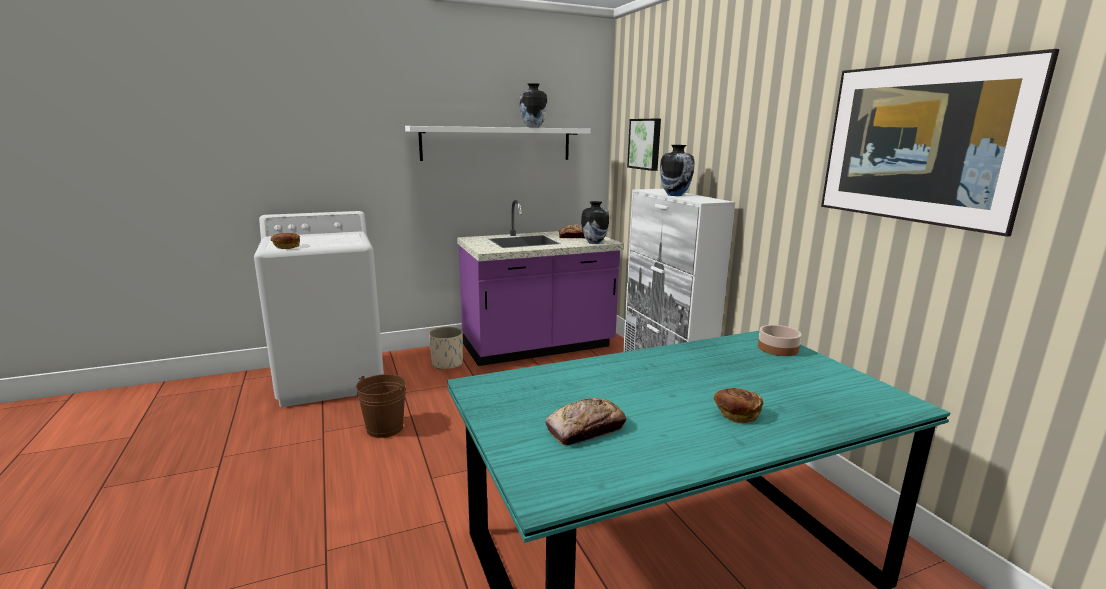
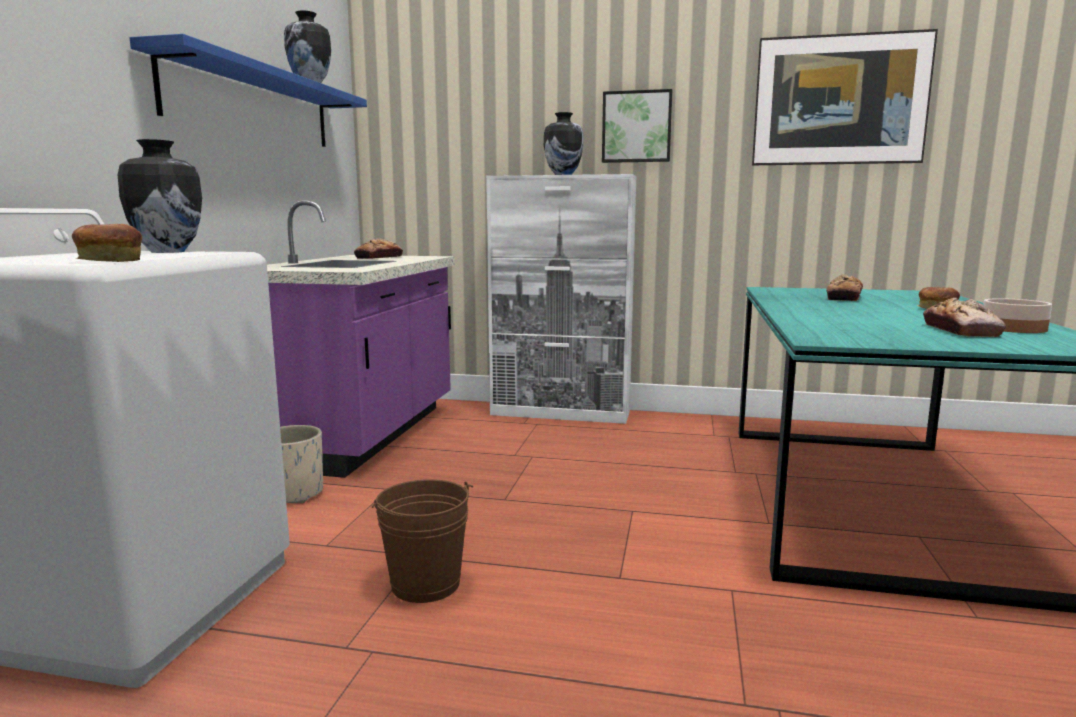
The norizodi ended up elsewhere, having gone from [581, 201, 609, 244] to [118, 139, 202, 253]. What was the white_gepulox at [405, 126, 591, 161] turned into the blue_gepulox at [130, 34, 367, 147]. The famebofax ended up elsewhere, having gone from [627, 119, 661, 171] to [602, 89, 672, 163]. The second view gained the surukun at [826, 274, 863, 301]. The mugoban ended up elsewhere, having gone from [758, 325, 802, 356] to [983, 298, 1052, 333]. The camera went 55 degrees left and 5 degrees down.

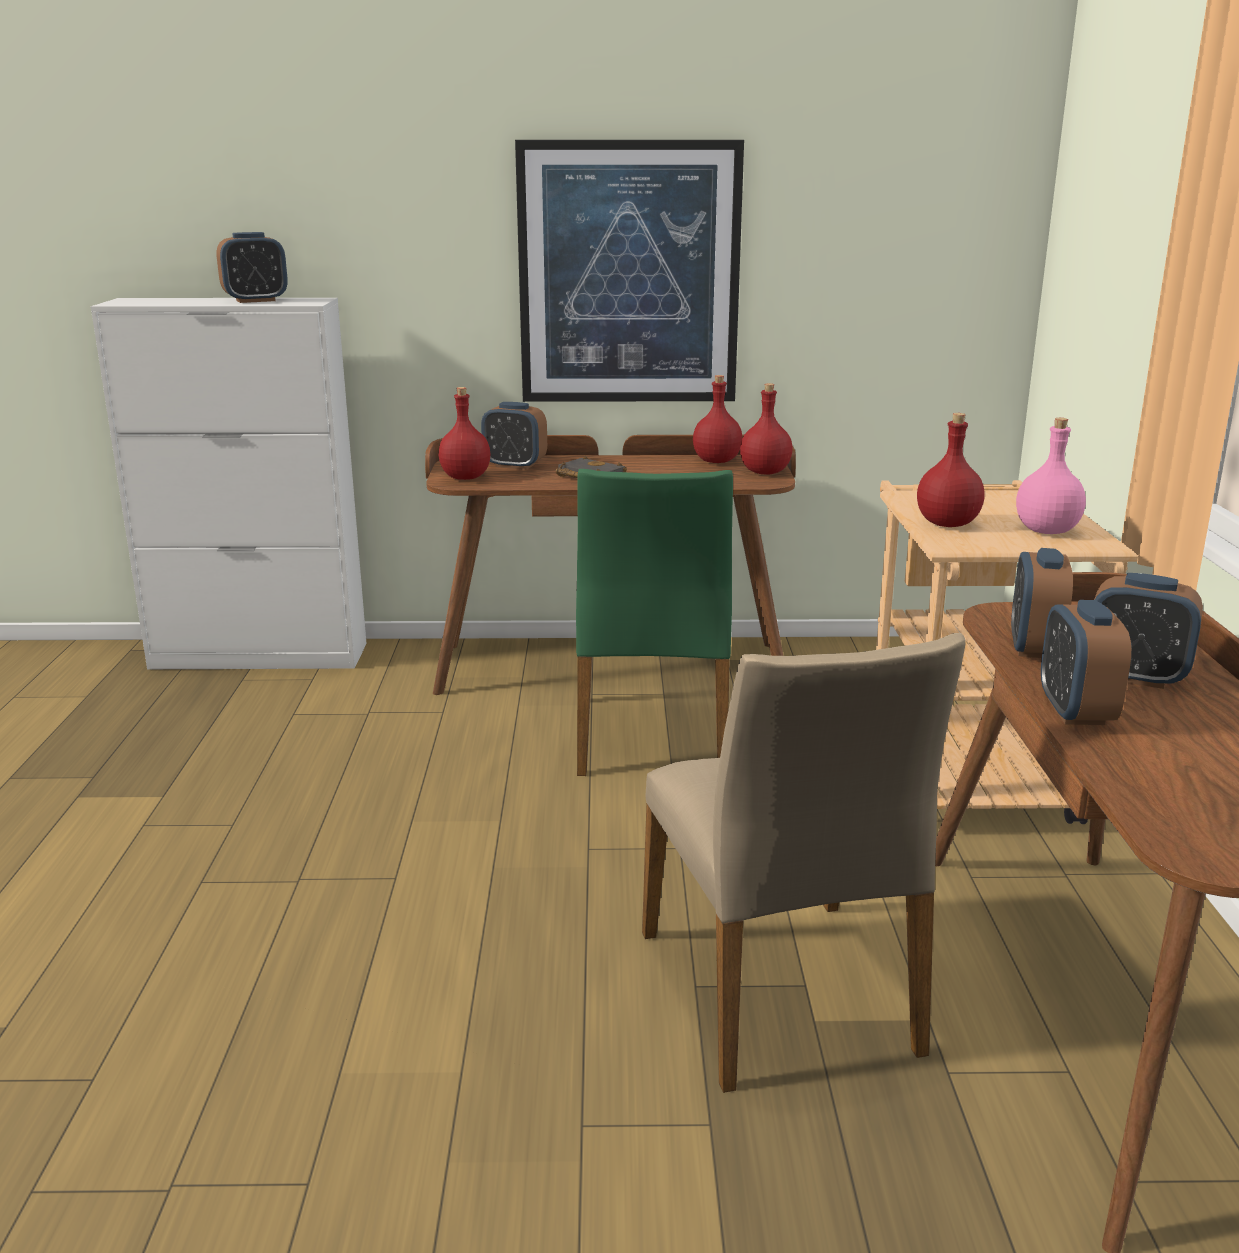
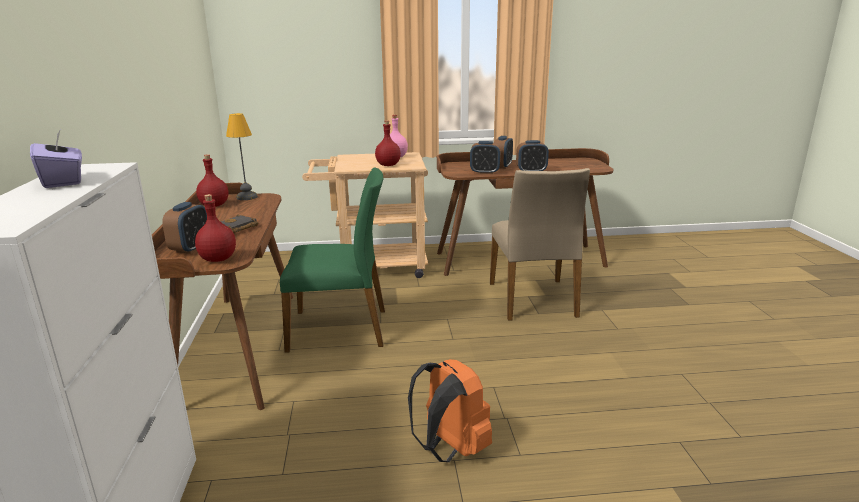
Where the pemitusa stood at [216, 232, 288, 303], the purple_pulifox came to stand at [30, 130, 82, 188]. Where the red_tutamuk stood at [740, 383, 793, 474], the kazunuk came to stand at [226, 113, 258, 200]. The second view gained the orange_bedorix at [408, 359, 492, 462]. The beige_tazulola at [642, 633, 966, 1093] ended up facing another way, 105 degrees clockwise from before. The second view lost the famebofax at [515, 140, 744, 402]. The camera went 95 degrees left and 0 degrees up.

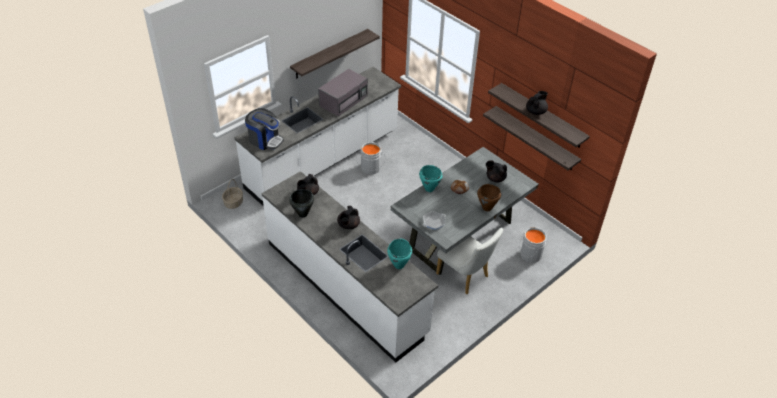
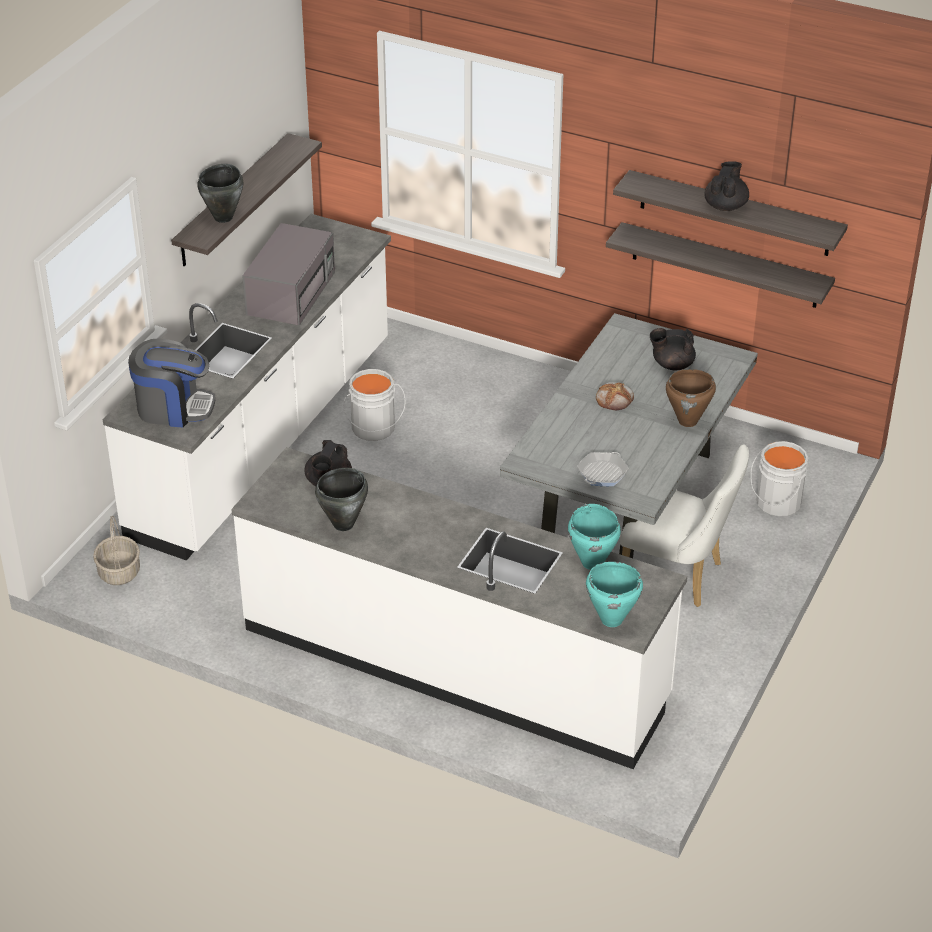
The second view gained the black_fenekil at [197, 164, 243, 223]. The turquoise_fenekil ended up elsewhere, having gone from [419, 165, 443, 192] to [586, 562, 643, 627]. The second view lost the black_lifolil at [337, 206, 360, 229]. The camera went 20 degrees left and 5 degrees down.

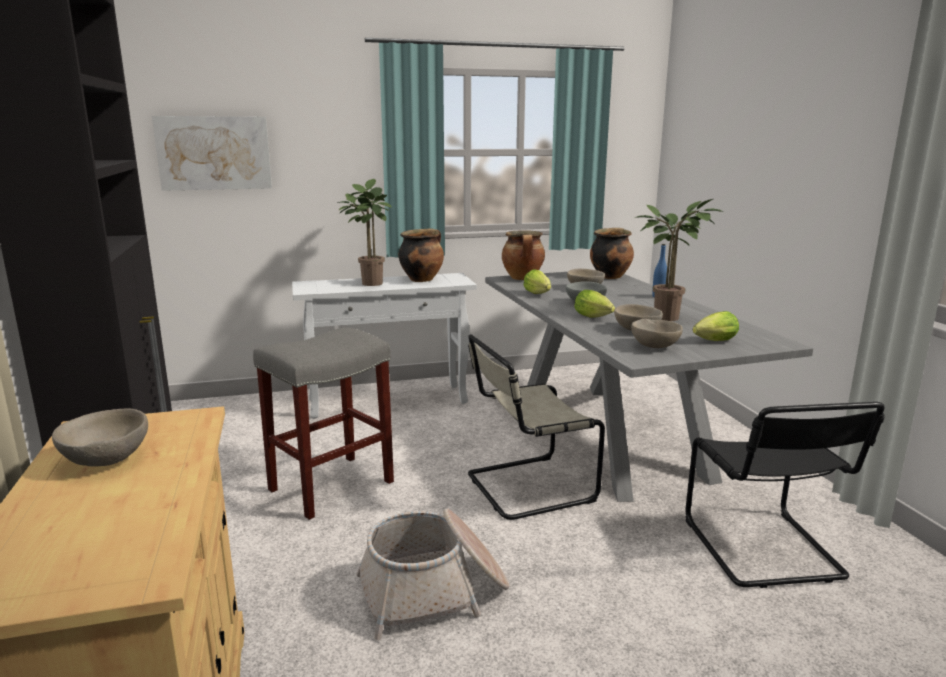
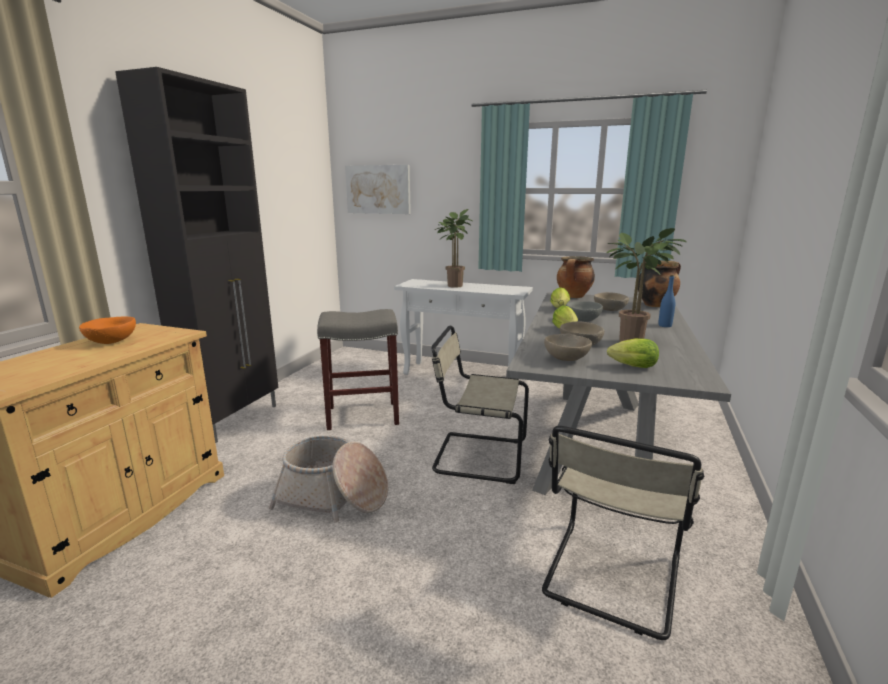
What was the beige_mugoban at [52, 409, 148, 466] turned into the orange_mugoban at [79, 317, 136, 344]. What was the black_tazulola at [685, 402, 885, 588] turned into the beige_tazulola at [542, 426, 704, 640]. The second view lost the fenekil at [399, 229, 444, 282]. The camera went 35 degrees right and 0 degrees up.

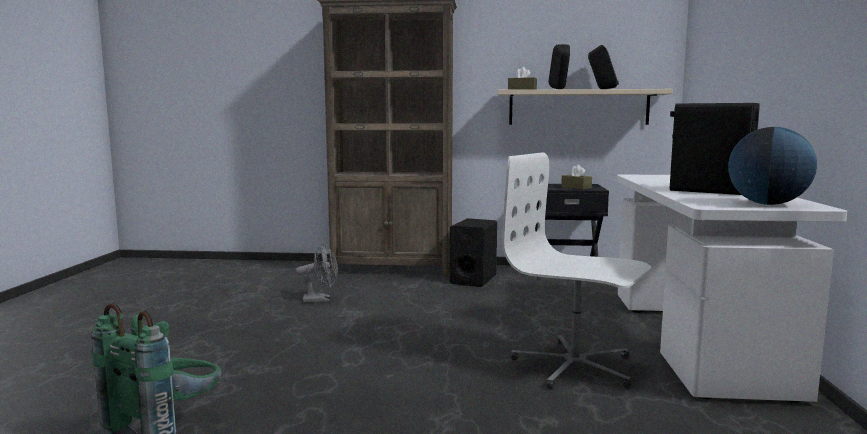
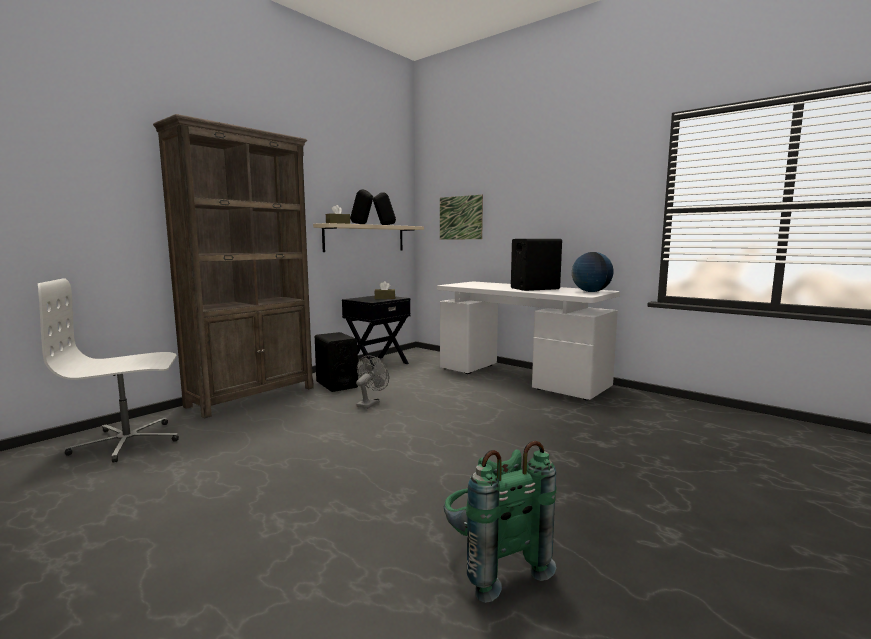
The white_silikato ended up elsewhere, having gone from [502, 152, 651, 389] to [37, 278, 179, 463]. The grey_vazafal ended up elsewhere, having gone from [296, 244, 338, 303] to [356, 355, 389, 409]. The second view gained the famebofax at [440, 195, 483, 239]. The camera went 55 degrees left and 0 degrees up.

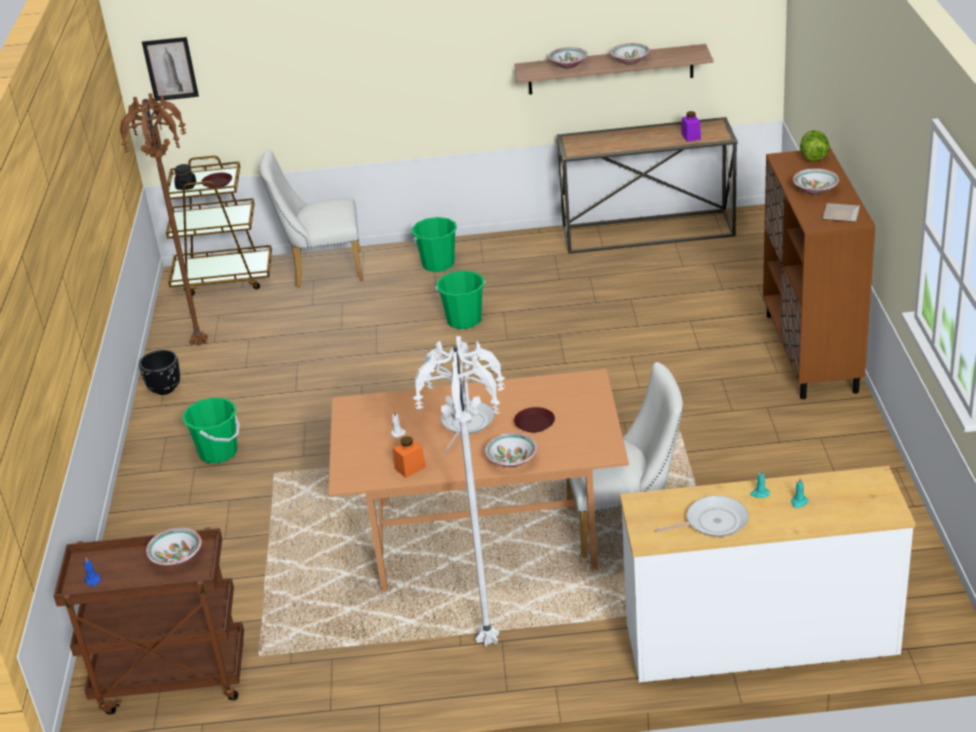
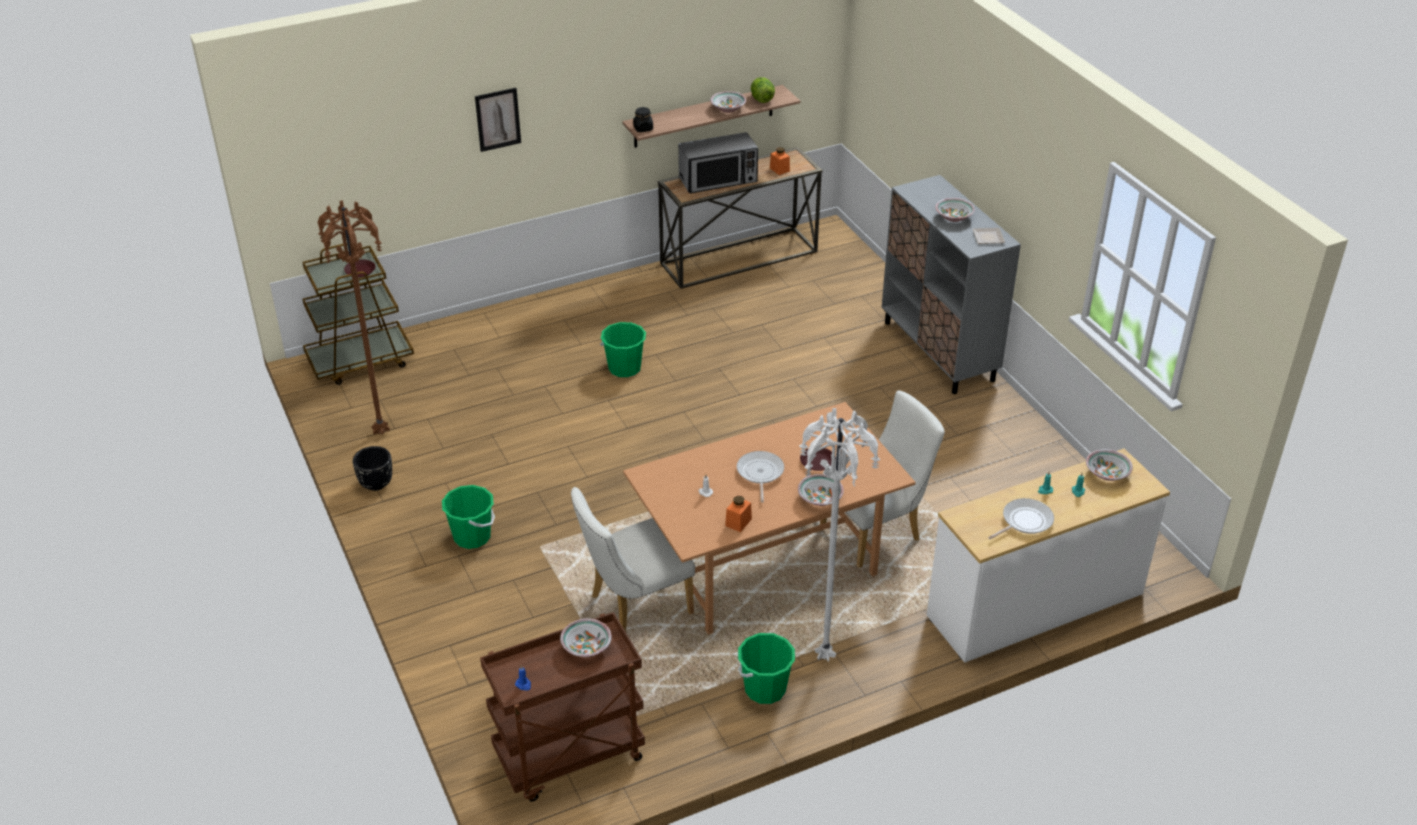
The famebofax ended up elsewhere, having gone from [142, 37, 199, 101] to [475, 88, 521, 152]. The white_tazulola ended up elsewhere, having gone from [260, 149, 363, 288] to [571, 487, 695, 632]. The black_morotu ended up elsewhere, having gone from [174, 164, 196, 190] to [633, 107, 653, 132]. The second view gained the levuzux at [678, 132, 758, 193]. The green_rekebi ended up elsewhere, having gone from [412, 217, 457, 272] to [738, 633, 795, 704]. The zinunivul ended up elsewhere, having gone from [800, 130, 829, 162] to [751, 77, 775, 103]. What was the purple_morotu at [681, 111, 701, 142] turned into the orange_morotu at [770, 147, 790, 175]. What was the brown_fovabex at [763, 147, 876, 399] turned into the grey_fovabex at [882, 175, 1021, 394]. The mugoban ended up elsewhere, having gone from [548, 47, 588, 69] to [1086, 449, 1133, 481]. The camera went 25 degrees left and 5 degrees up.

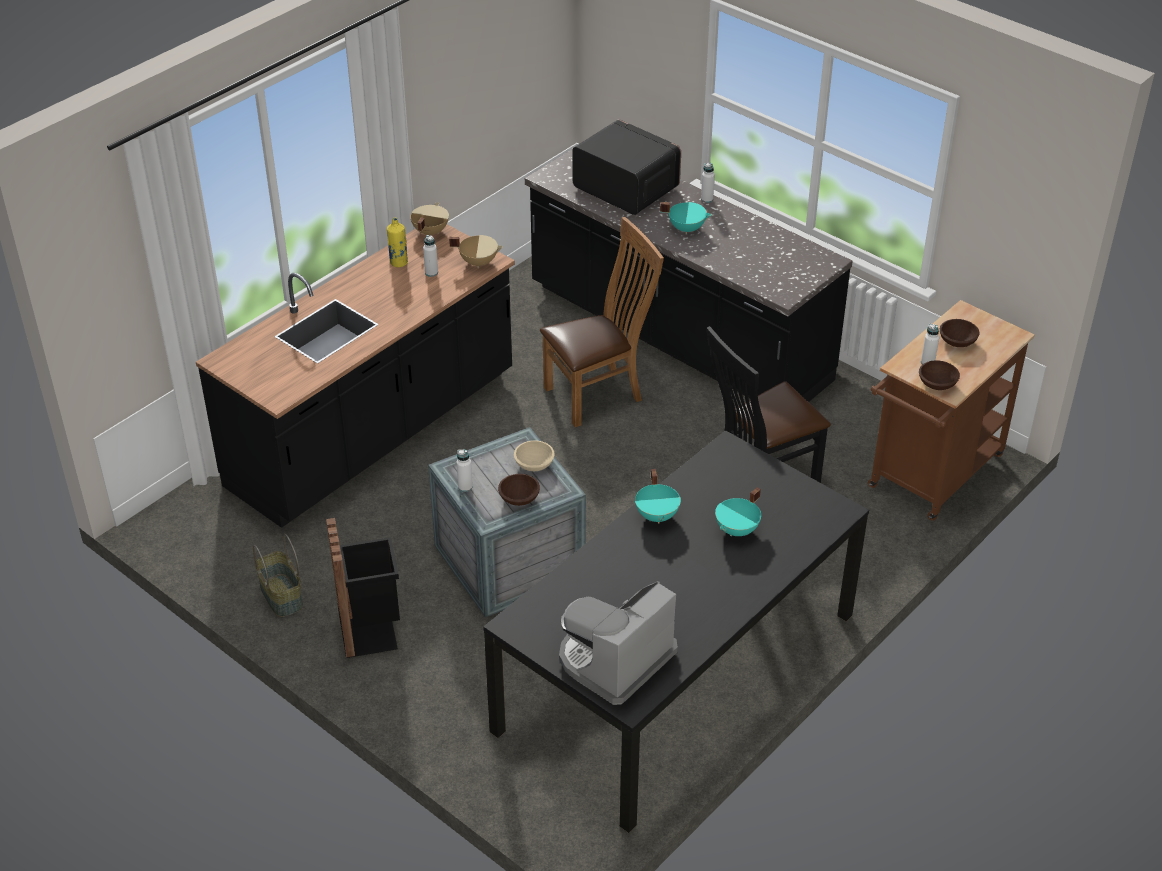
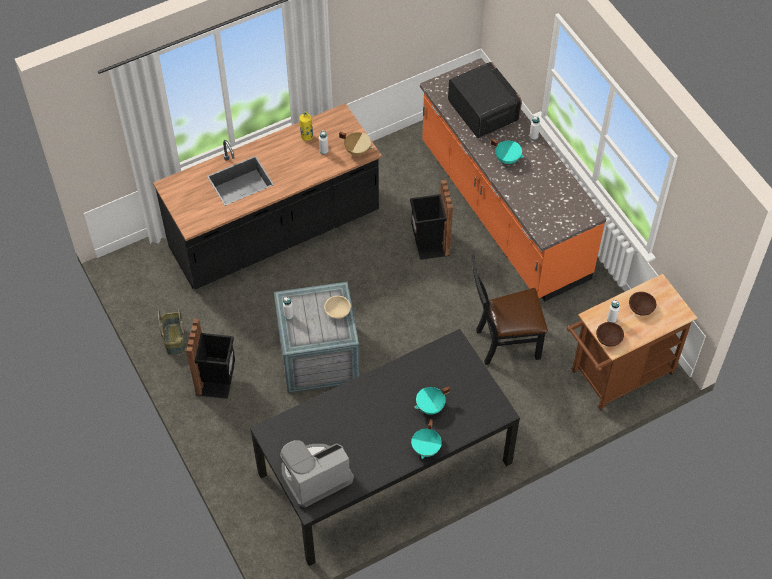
Where the brown_tazulola stood at [540, 217, 664, 427], the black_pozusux came to stand at [410, 179, 453, 260]. The turquoise_fenekil ended up elsewhere, having gone from [635, 469, 681, 523] to [411, 419, 442, 459]. What was the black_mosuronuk at [525, 149, 853, 402] turned into the orange_mosuronuk at [420, 58, 606, 301]. The second view lost the beige_fenekil at [410, 202, 449, 235]. The second view lost the brown_mugoban at [498, 474, 540, 506]. The camera went 20 degrees right and 15 degrees up.

